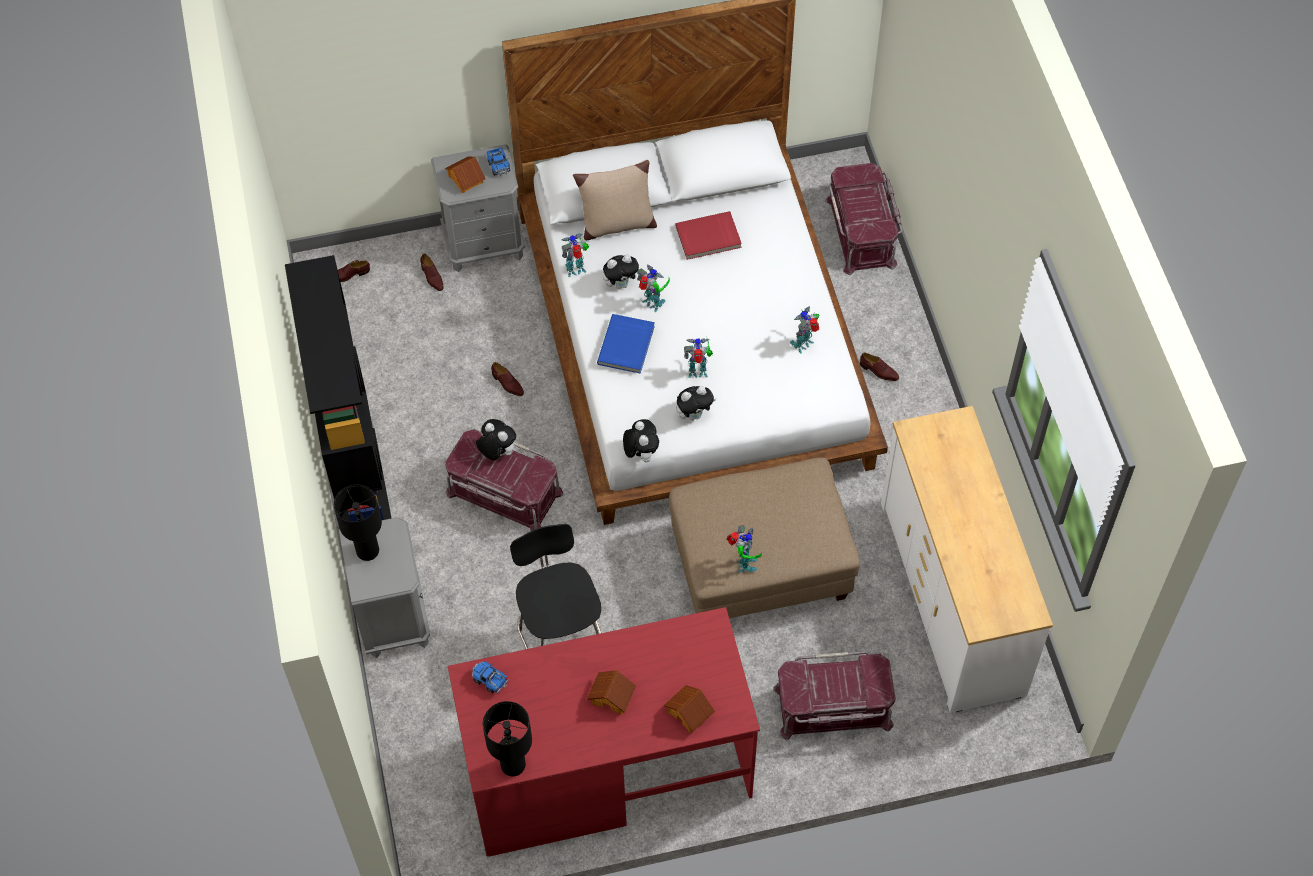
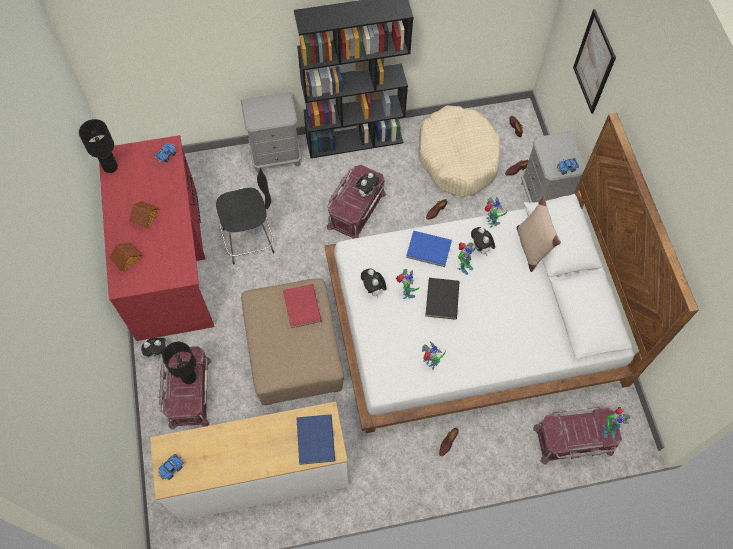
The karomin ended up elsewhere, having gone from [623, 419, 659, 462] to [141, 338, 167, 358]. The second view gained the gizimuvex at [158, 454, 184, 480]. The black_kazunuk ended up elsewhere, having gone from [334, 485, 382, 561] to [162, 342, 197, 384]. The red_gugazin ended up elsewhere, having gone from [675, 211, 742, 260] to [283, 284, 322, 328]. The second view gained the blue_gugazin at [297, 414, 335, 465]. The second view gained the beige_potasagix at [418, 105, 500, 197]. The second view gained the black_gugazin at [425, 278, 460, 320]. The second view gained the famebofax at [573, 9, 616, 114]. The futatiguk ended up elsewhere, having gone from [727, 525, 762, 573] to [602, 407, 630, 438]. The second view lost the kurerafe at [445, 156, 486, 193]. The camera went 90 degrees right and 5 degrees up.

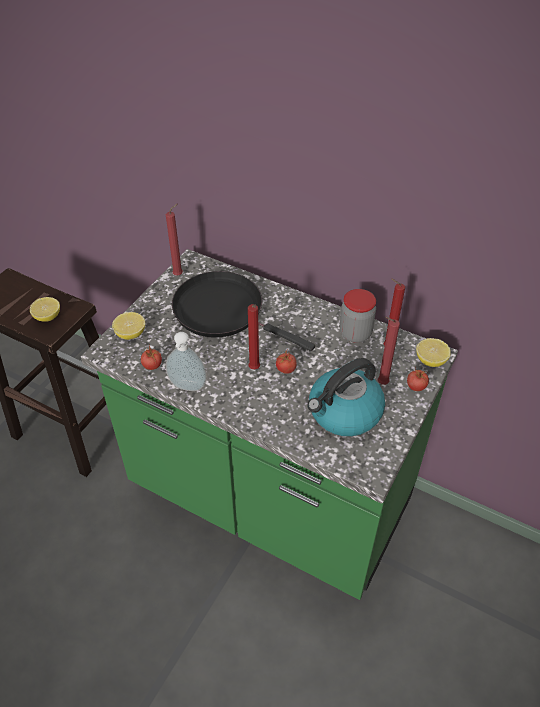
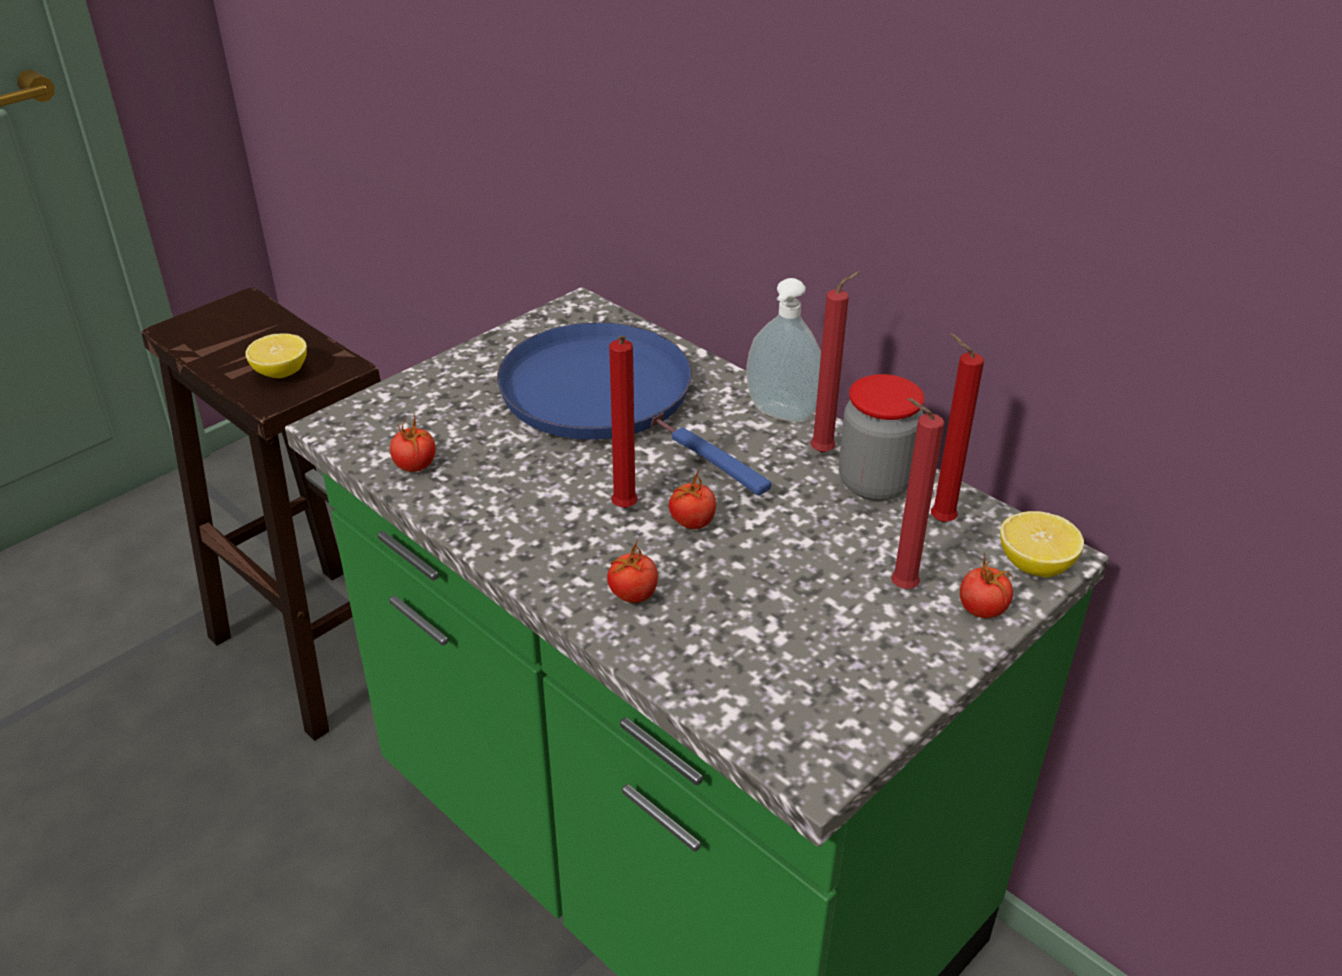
What was the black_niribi at [172, 271, 315, 352] turned into the blue_niribi at [497, 322, 771, 495]. The second view gained the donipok at [607, 541, 658, 603]. The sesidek ended up elsewhere, having gone from [166, 332, 207, 391] to [746, 278, 821, 422]. The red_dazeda ended up elsewhere, having gone from [166, 204, 183, 275] to [811, 271, 861, 453]. The second view lost the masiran at [112, 312, 145, 340]. The second view lost the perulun at [307, 358, 385, 436]. The camera went 15 degrees right and 10 degrees down.

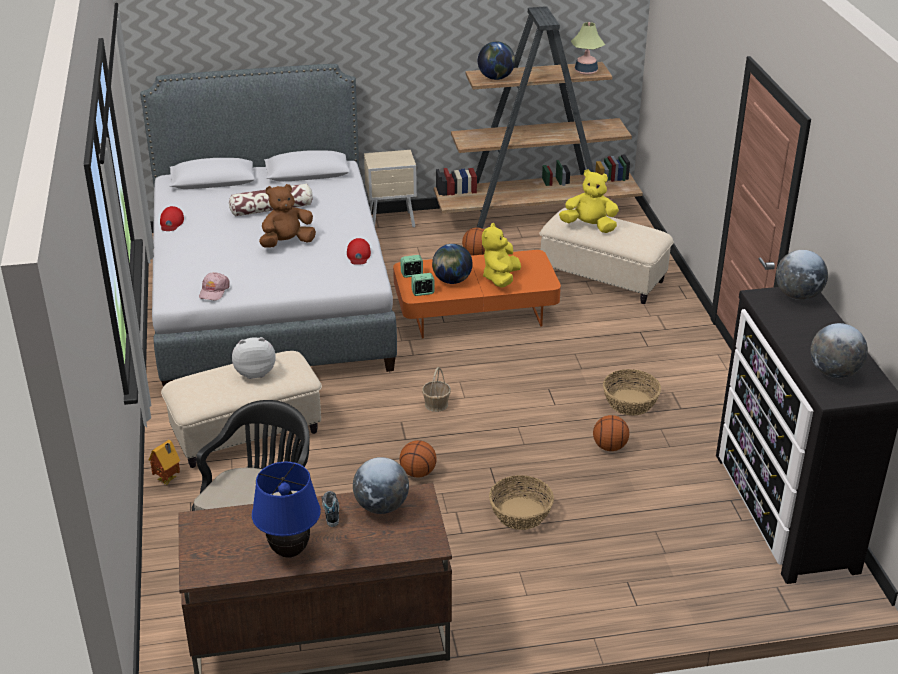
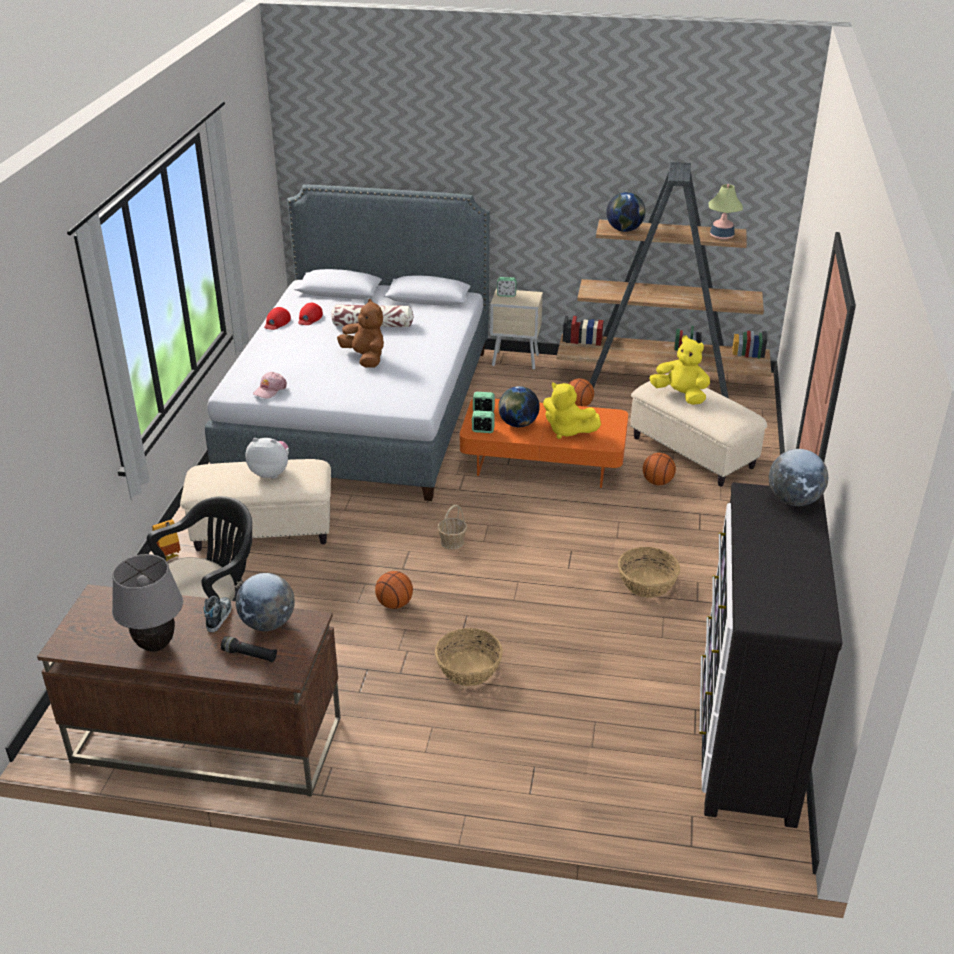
What was the blue_kazunuk at [252, 462, 321, 558] turned into the grey_kazunuk at [112, 554, 183, 652]. The second view gained the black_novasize at [221, 636, 277, 662]. The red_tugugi ended up elsewhere, having gone from [347, 238, 371, 265] to [298, 303, 323, 325]. The brown_karomin at [259, 184, 316, 248] ended up facing another way, 60 degrees clockwise from before. The second view gained the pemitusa at [497, 277, 517, 297]. The yellow_karomin at [482, 223, 521, 288] ended up facing another way, 90 degrees counterclockwise from before. The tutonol ended up elsewhere, having gone from [593, 415, 629, 451] to [643, 453, 676, 485]. The second view lost the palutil at [810, 323, 868, 378]. The camera went 20 degrees right and 0 degrees up.

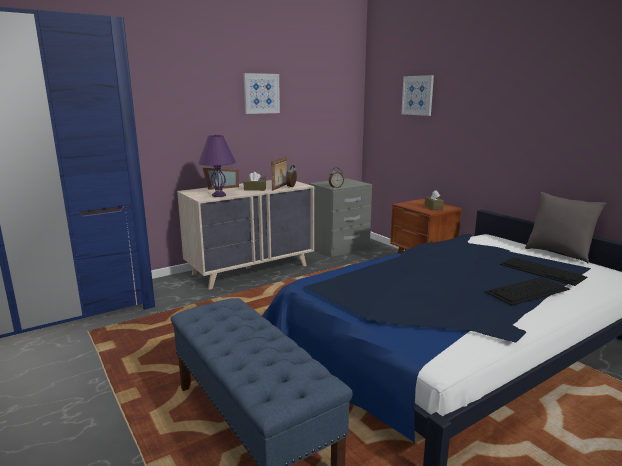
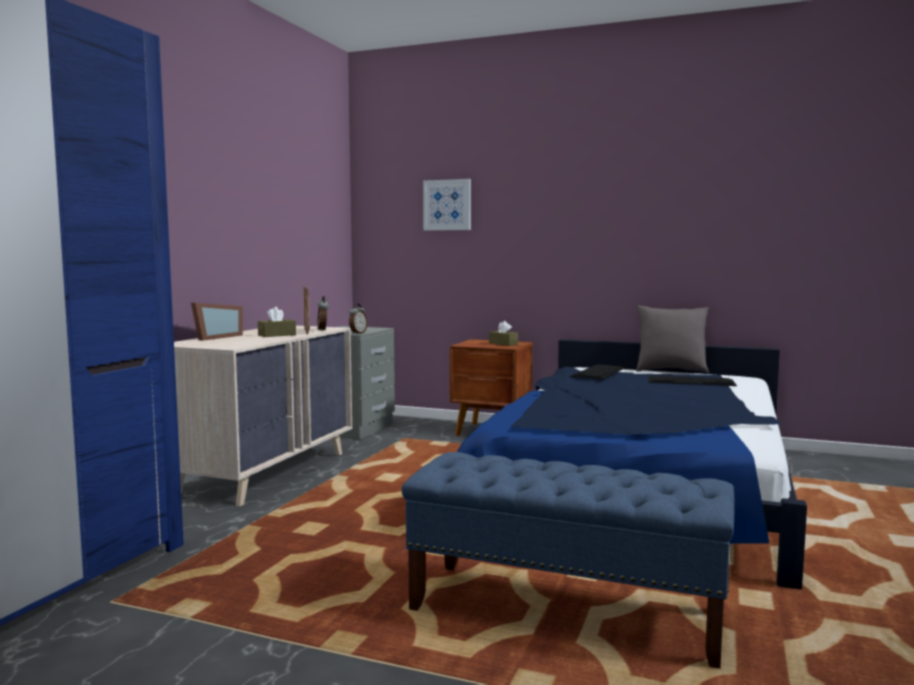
The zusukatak ended up elsewhere, having gone from [484, 277, 570, 305] to [570, 364, 625, 380]. The second view lost the purple_kazunuk at [198, 134, 236, 197]. The second view lost the famebofax at [244, 73, 280, 114]. The camera went 35 degrees left and 10 degrees down.

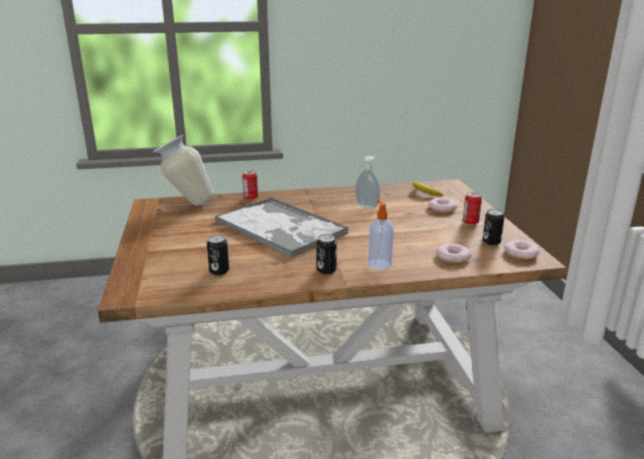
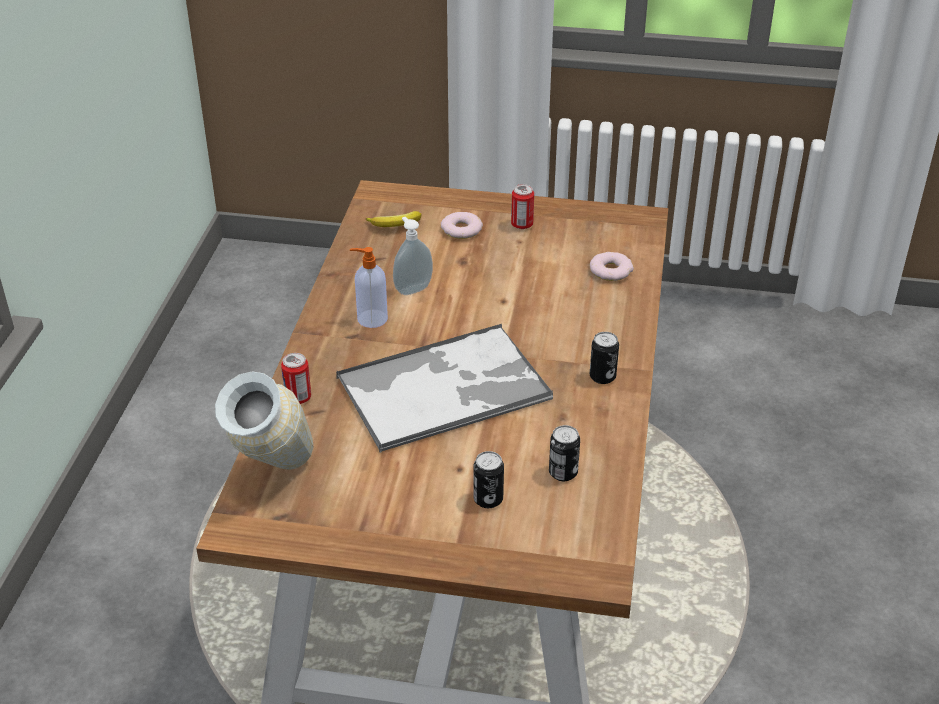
The sesidek ended up elsewhere, having gone from [368, 200, 394, 270] to [350, 247, 388, 328]. The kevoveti ended up elsewhere, having gone from [483, 209, 504, 245] to [473, 451, 504, 508]. The second view lost the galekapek at [504, 240, 539, 259]. The camera went 70 degrees left and 15 degrees up.

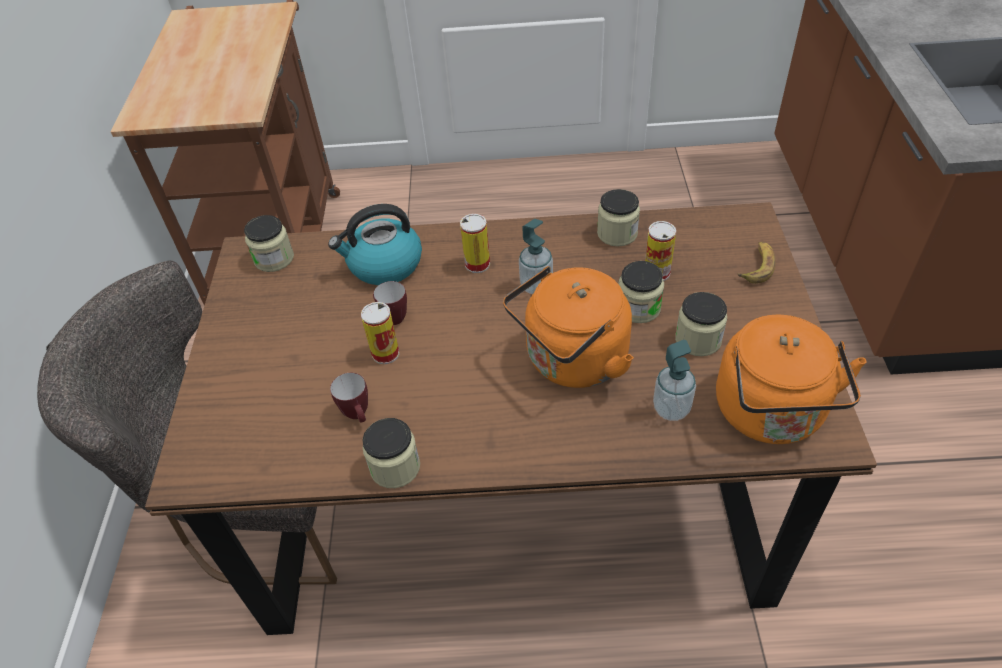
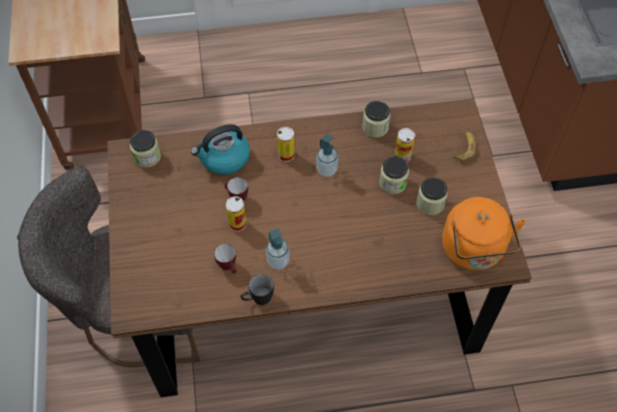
Where the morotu stood at [362, 418, 420, 488], the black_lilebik came to stand at [240, 274, 274, 305]. The sesidek ended up elsewhere, having gone from [653, 340, 696, 421] to [266, 228, 290, 270]. The second view lost the orange_perulun at [503, 266, 634, 388]. The camera went 10 degrees left and 10 degrees up.

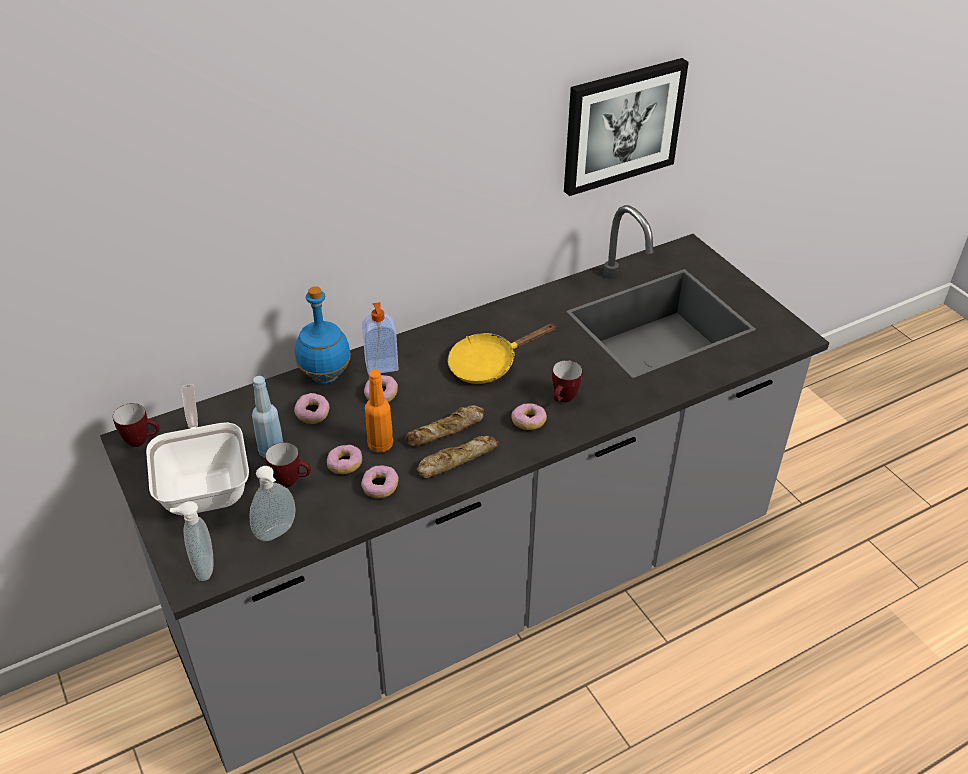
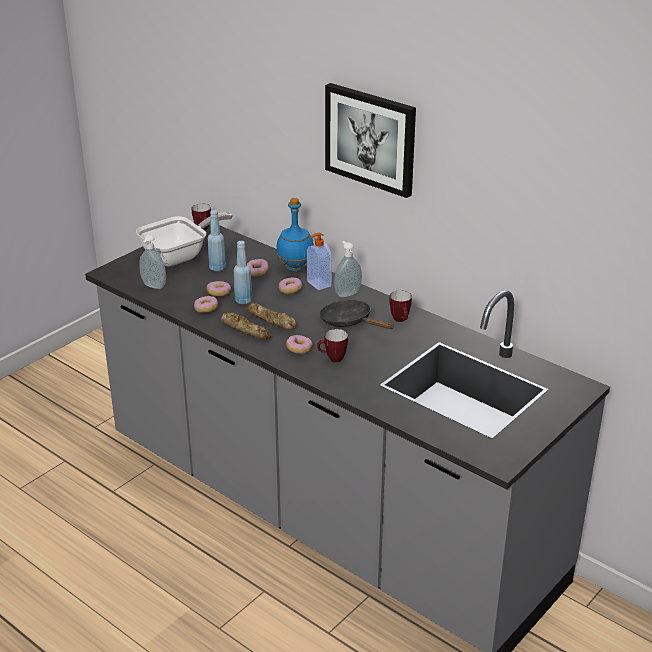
What was the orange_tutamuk at [365, 370, 393, 453] turned into the blue_tutamuk at [234, 241, 252, 304]. What was the yellow_niribi at [447, 323, 556, 384] turned into the black_niribi at [319, 300, 394, 329]. The famebofax ended up elsewhere, having gone from [564, 58, 689, 196] to [325, 83, 416, 198]. The sesidek ended up elsewhere, having gone from [170, 501, 214, 581] to [334, 241, 362, 297]. The lilebik ended up elsewhere, having gone from [265, 442, 311, 487] to [389, 290, 412, 322]. The camera went 70 degrees right and 10 degrees down.

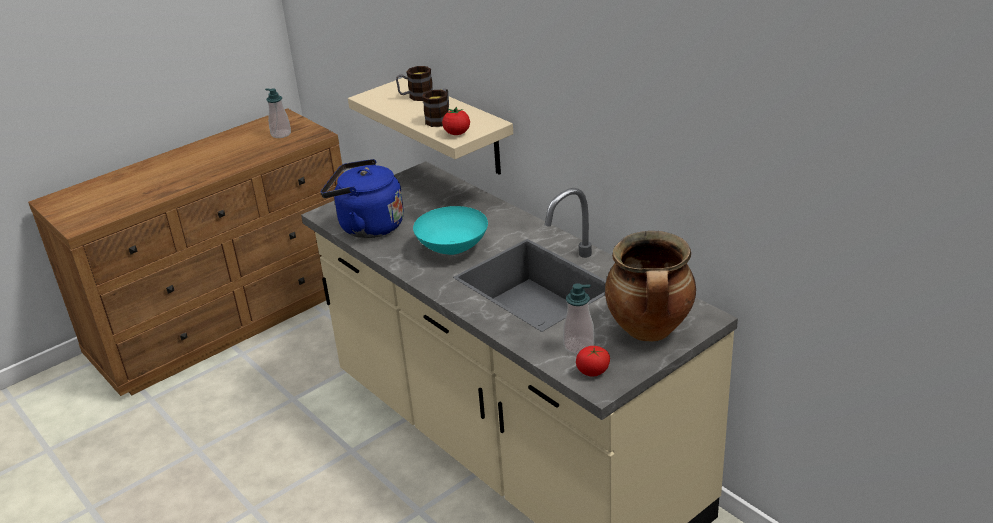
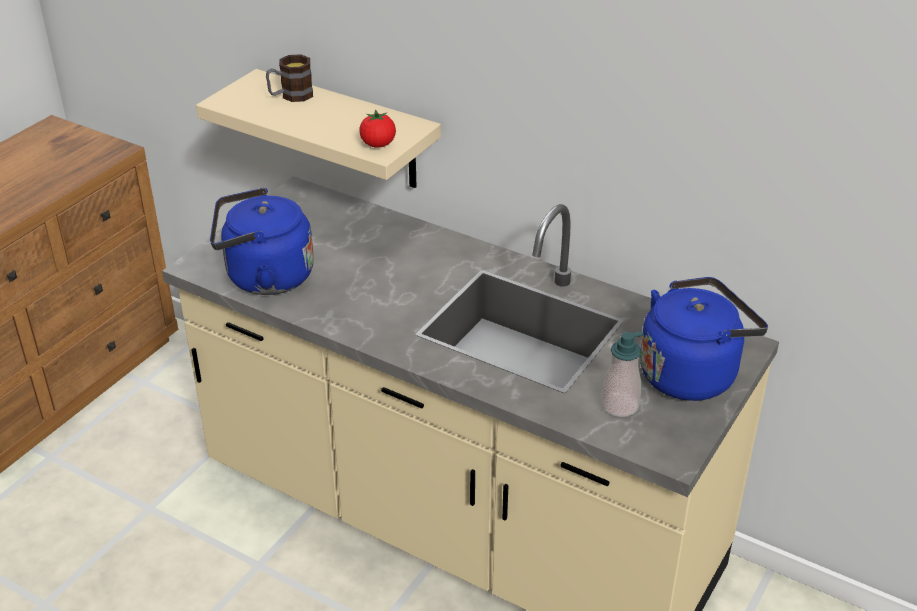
Where the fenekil stood at [605, 231, 696, 341], the blue_perulun came to stand at [640, 277, 768, 401]. The second view lost the sesidek at [265, 88, 291, 138]. The second view lost the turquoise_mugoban at [413, 206, 488, 255]. The second view lost the lilebik at [422, 89, 449, 127]. The second view lost the donipok at [576, 346, 610, 377]. The camera went 20 degrees left and 5 degrees up.

